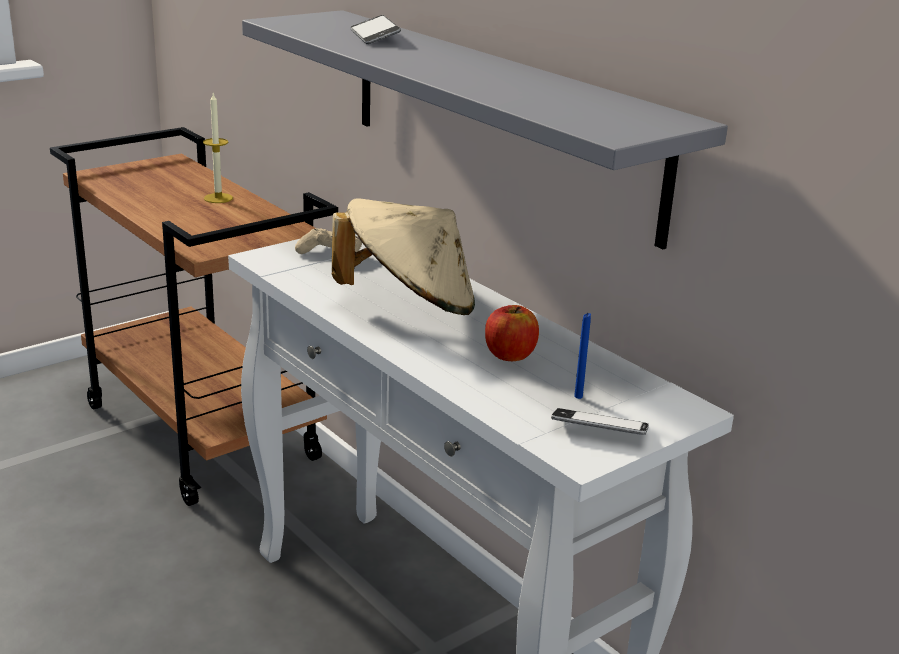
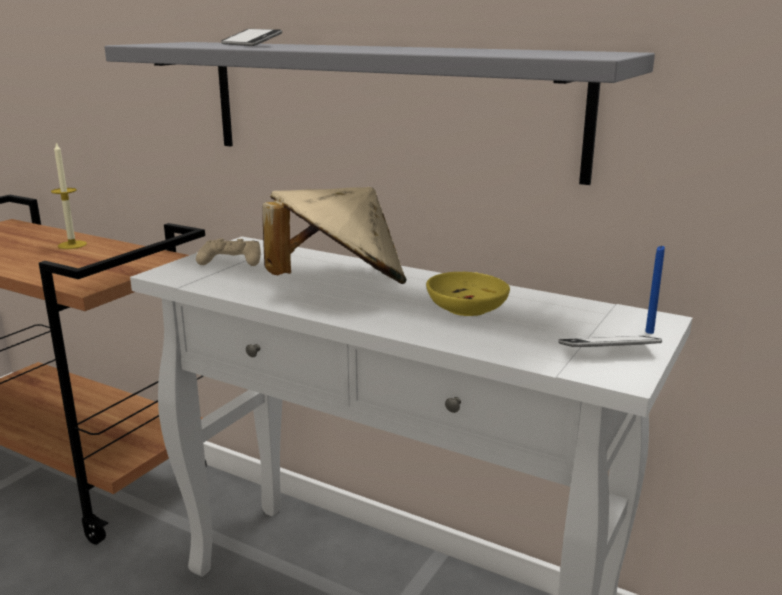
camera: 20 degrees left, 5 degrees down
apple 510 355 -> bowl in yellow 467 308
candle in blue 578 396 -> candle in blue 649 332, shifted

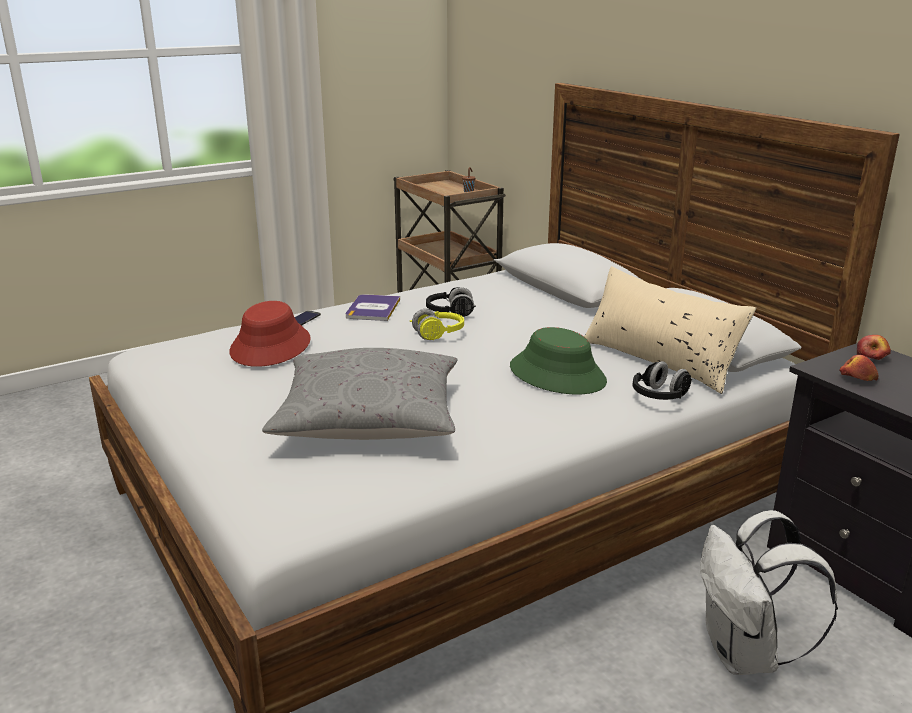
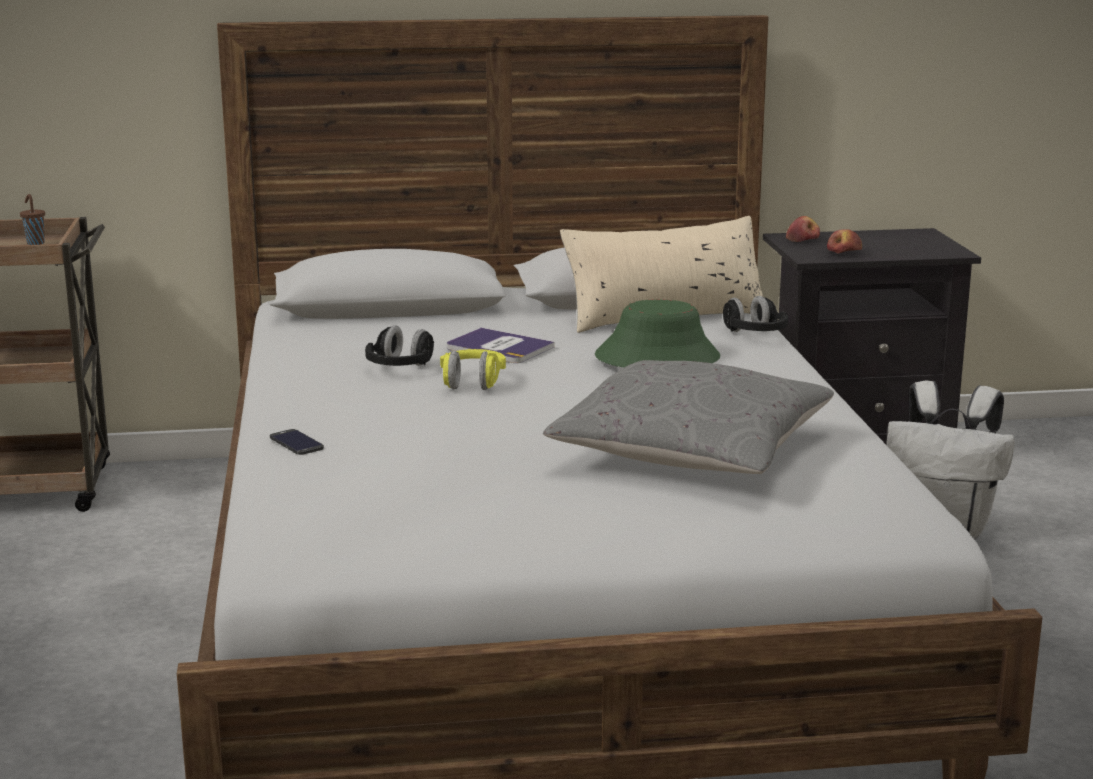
camera: 65 degrees left, 5 degrees down
hat in red 271 346 -> none
book 373 309 -> book 499 348, shifted

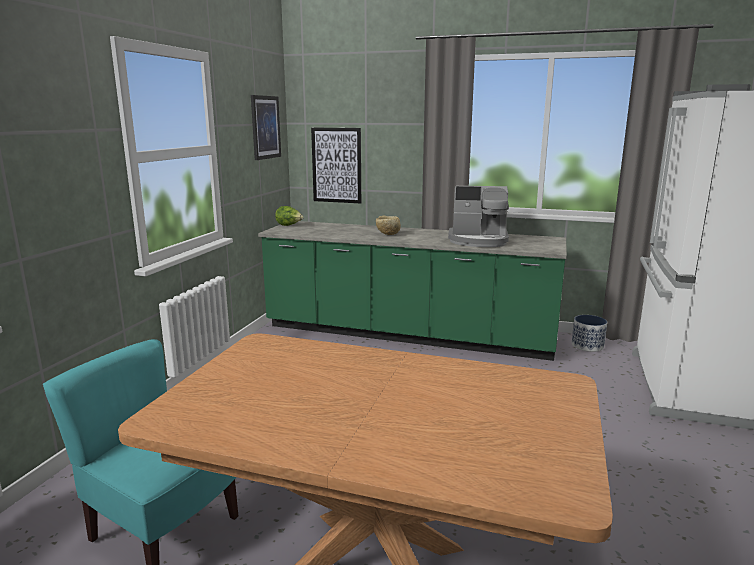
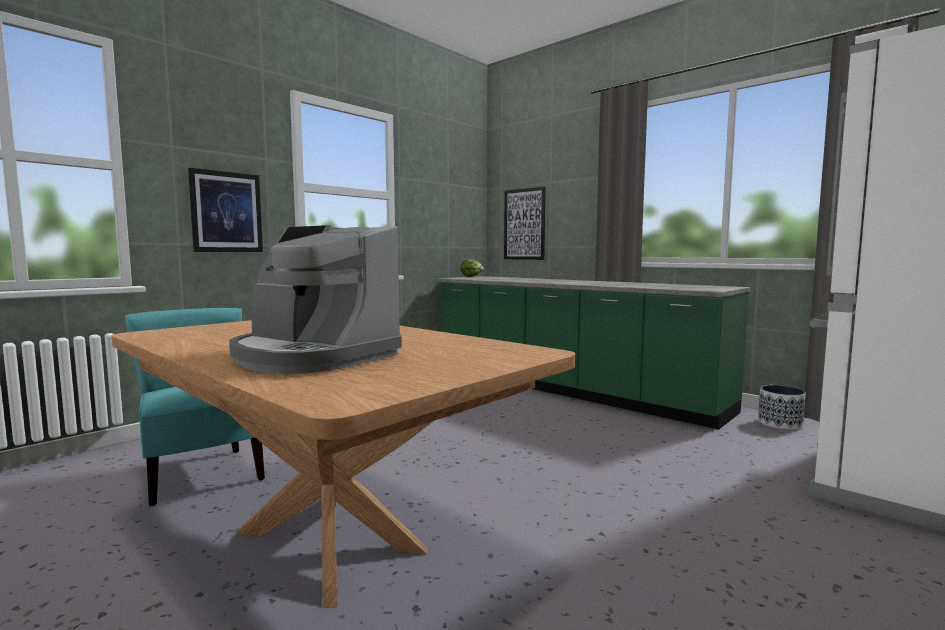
camera: 25 degrees right, 10 degrees down
picture 265 127 -> picture 226 212, shifted
bowl in beige 388 234 -> none
coffee machine 478 241 -> coffee machine 312 357, shifted

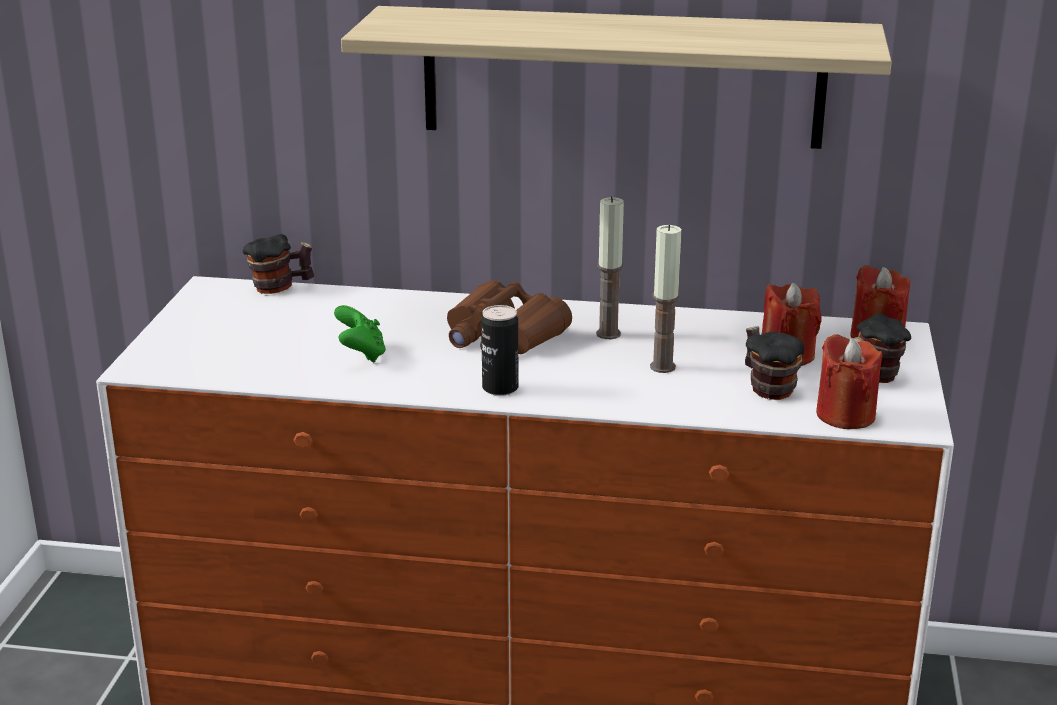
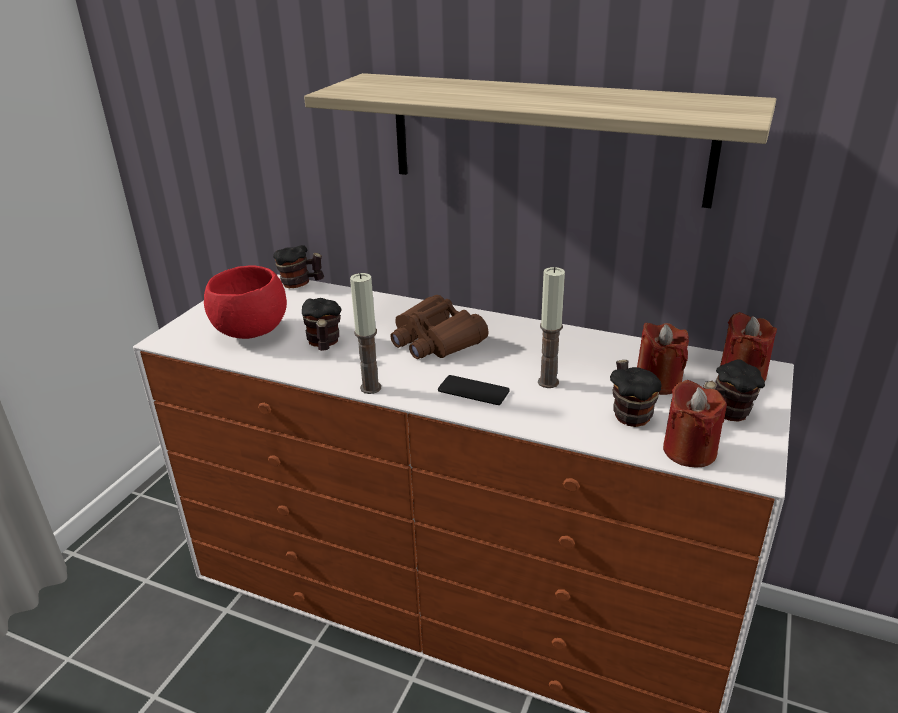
camera: 15 degrees right, 5 degrees up
game controller in green 361 354 -> mug 324 345
can 500 388 -> none
candle 608 334 -> candle 370 388, shifted
none -> bowl in red 250 332
none -> phone 473 391

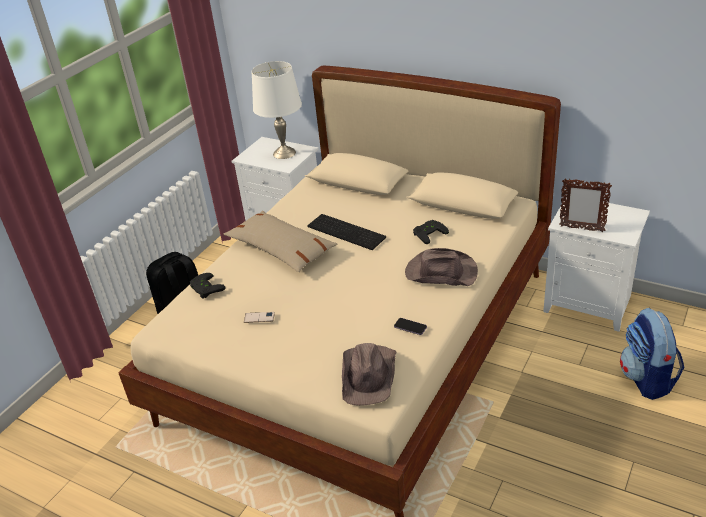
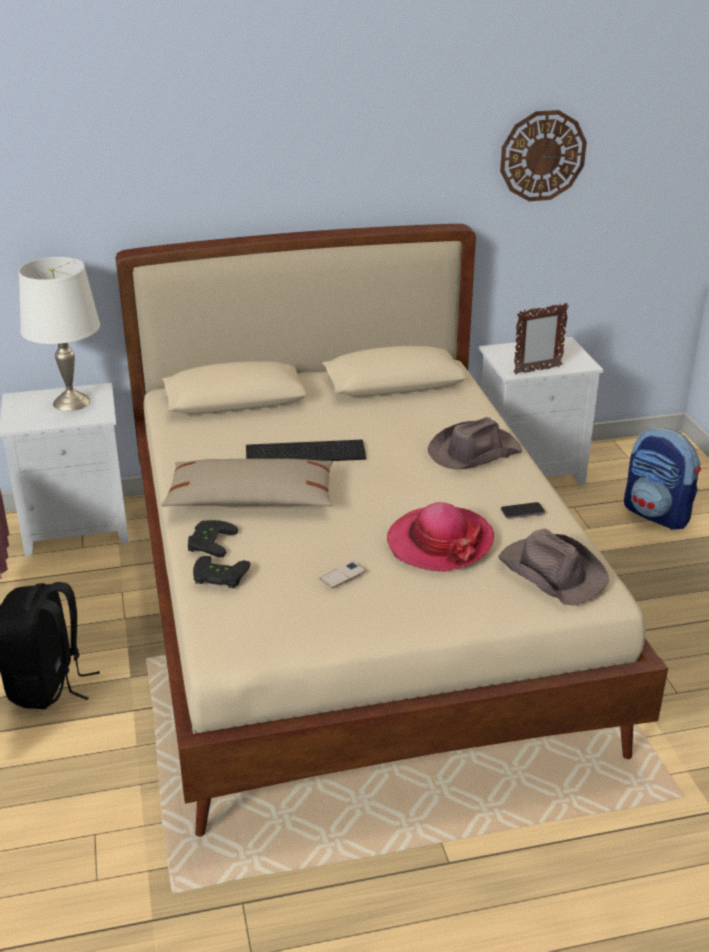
camera: 45 degrees left, 5 degrees down
game controller in black 428 233 -> game controller in black 208 541, shifted
none -> hat 439 542
none -> wall clock 542 155

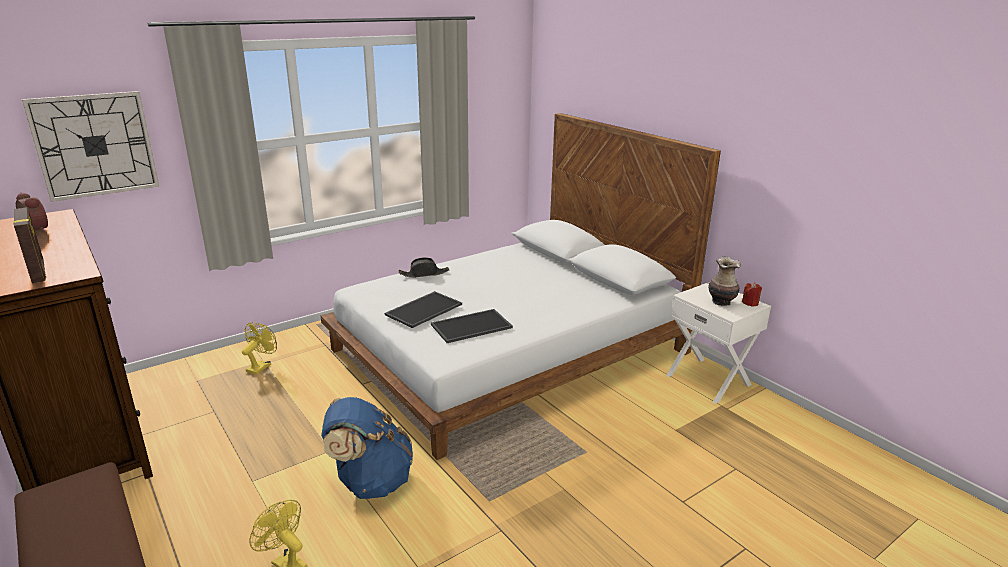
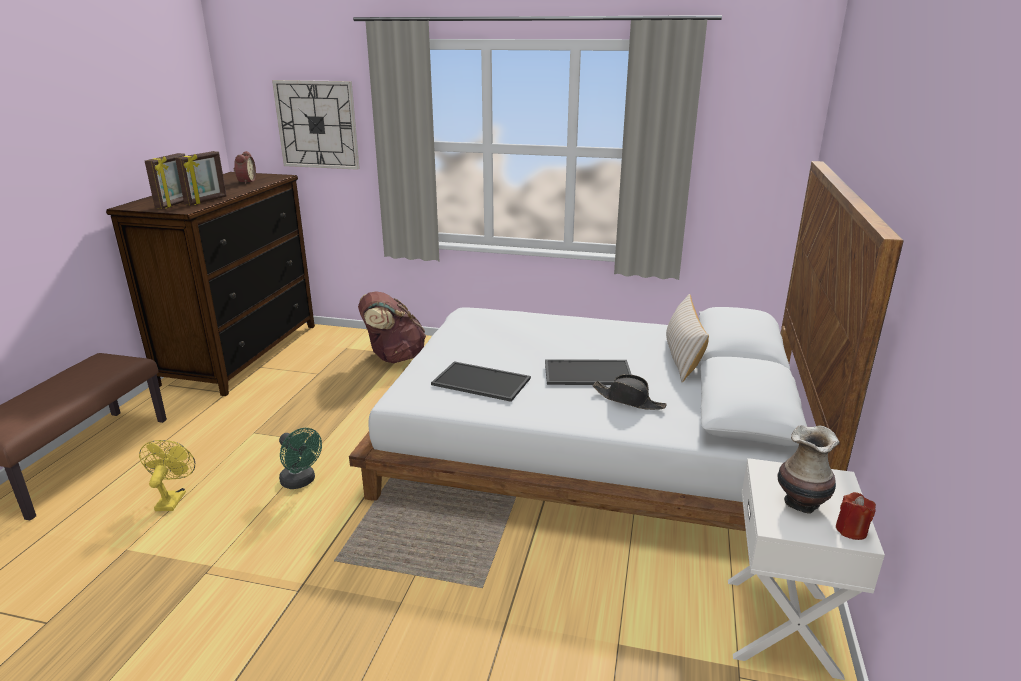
camera: 50 degrees right, 0 degrees up
fan in yellow 261 366 -> backpack in brown 393 357
backpack in blue 370 481 -> fan in green 301 482
tray 423 309 -> tray 588 372, shifted
hat in black 424 274 -> hat in black 628 400, shifted
none -> picture frame 206 201
none -> pillow in beige 682 357

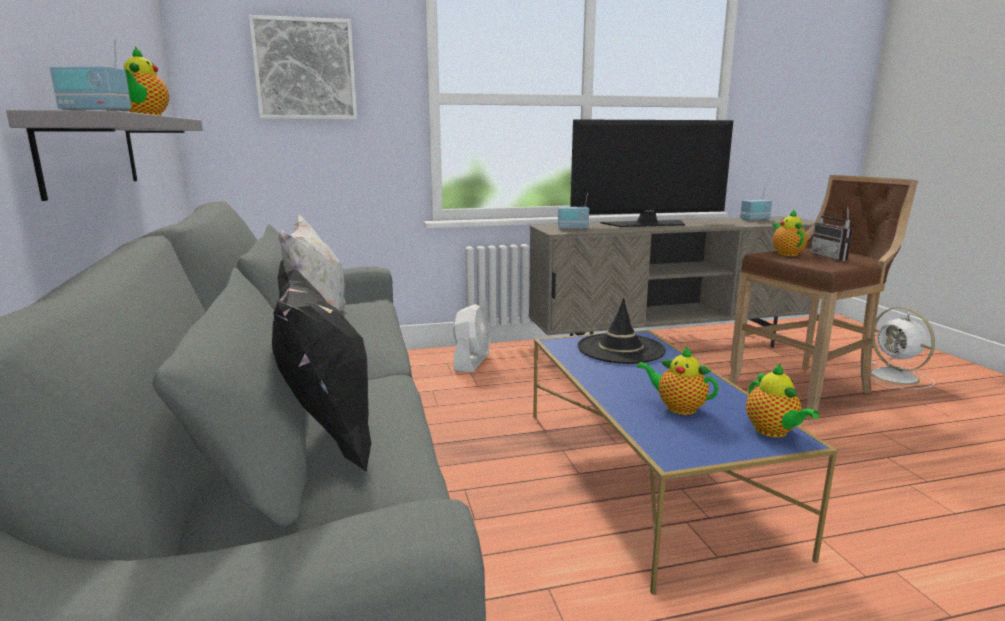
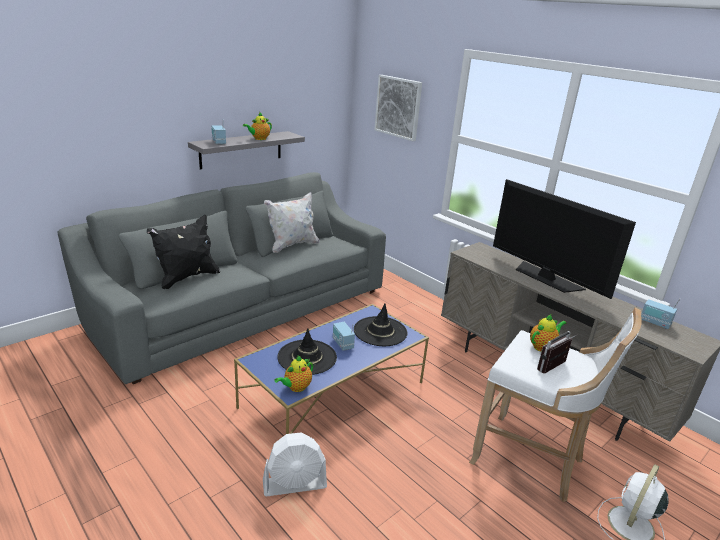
camera: 60 degrees right, 10 degrees up
fan in white 472 361 -> fan in white 295 484, shifted
radio 572 229 -> radio 342 344, shifted
teapot 677 408 -> hat in black 307 357
stool in brown 805 389 -> stool in white 531 460

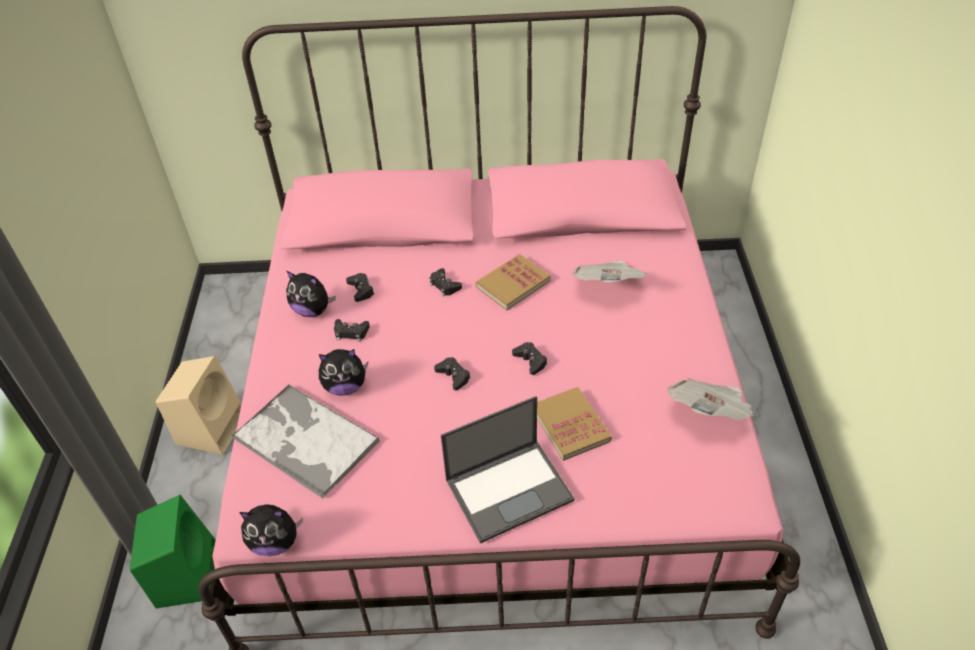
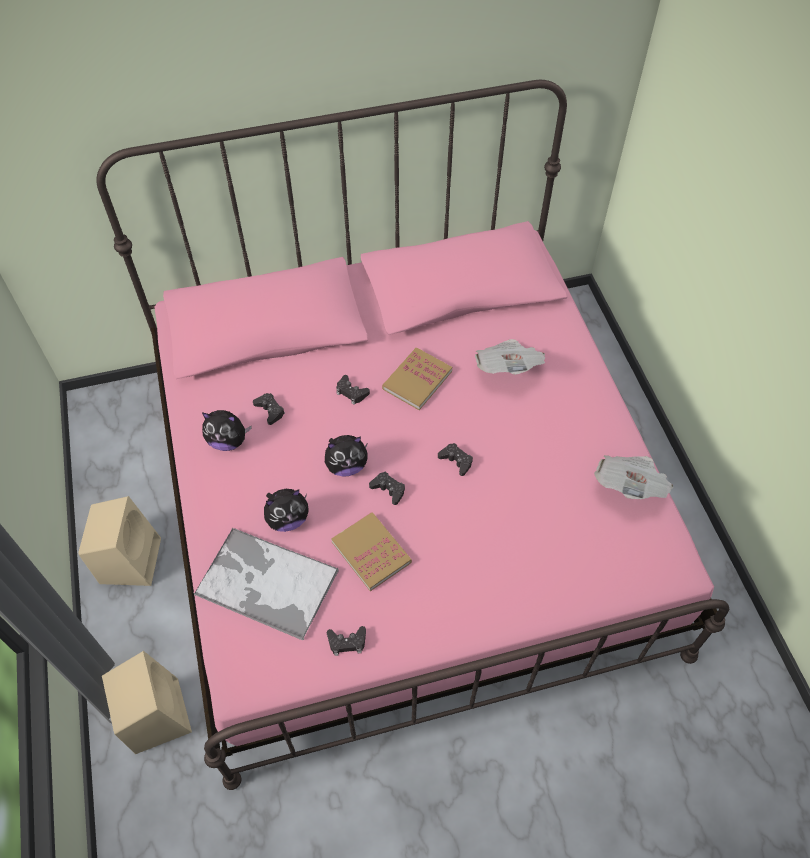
camera: 15 degrees left, 10 degrees up
speaker in green 188 574 -> speaker in beige 156 713
plush toy 275 542 -> plush toy 346 466, shifted
game controller in black 351 333 -> game controller in black 347 642, shifted
laptop 510 489 -> none
book 570 425 -> book 371 552, shifted

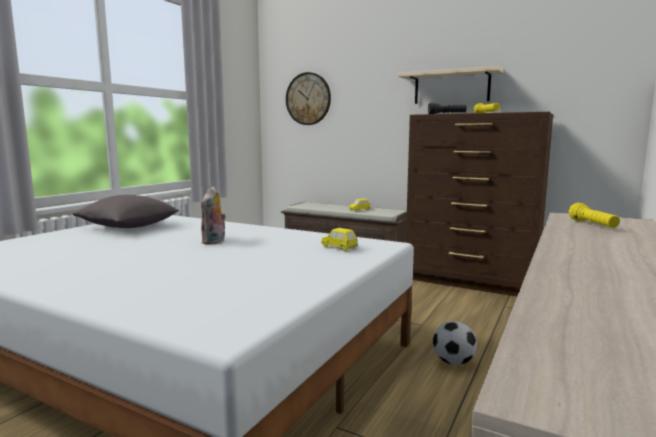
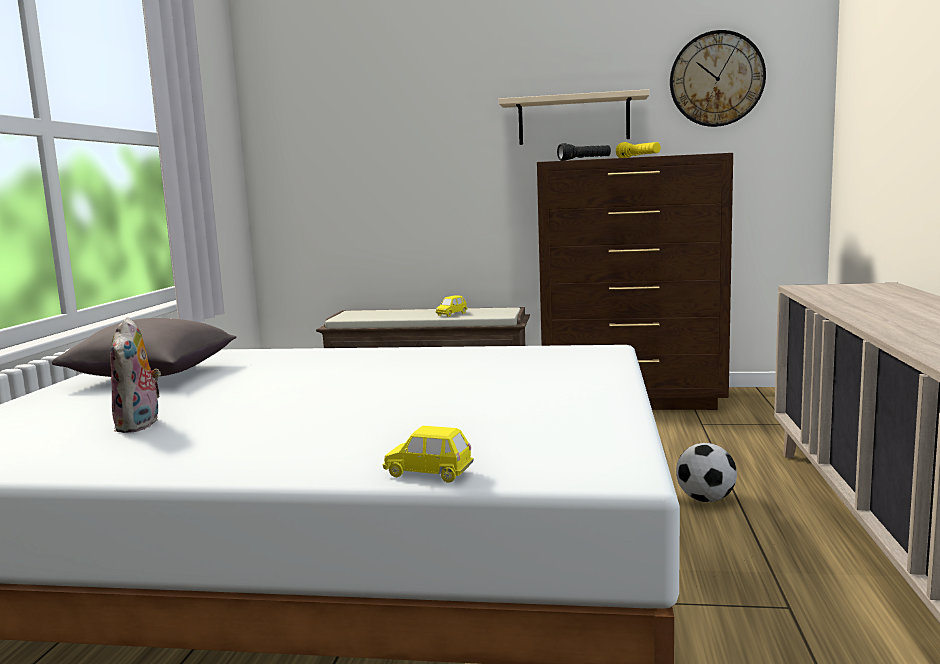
camera: 20 degrees left, 0 degrees up
plush toy 214 242 -> plush toy 140 425, shifted
wall clock 308 99 -> wall clock 716 79, shifted
toy car in yellow 339 247 -> toy car in yellow 428 473, shifted
flashlight in yellow 593 225 -> none

